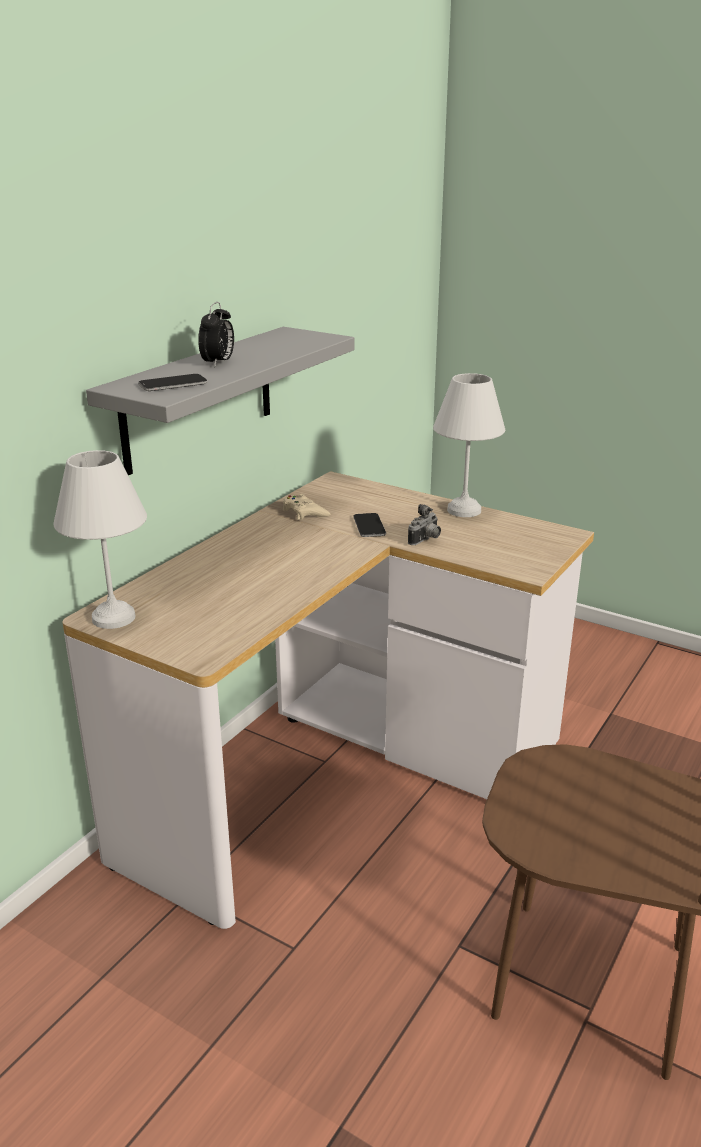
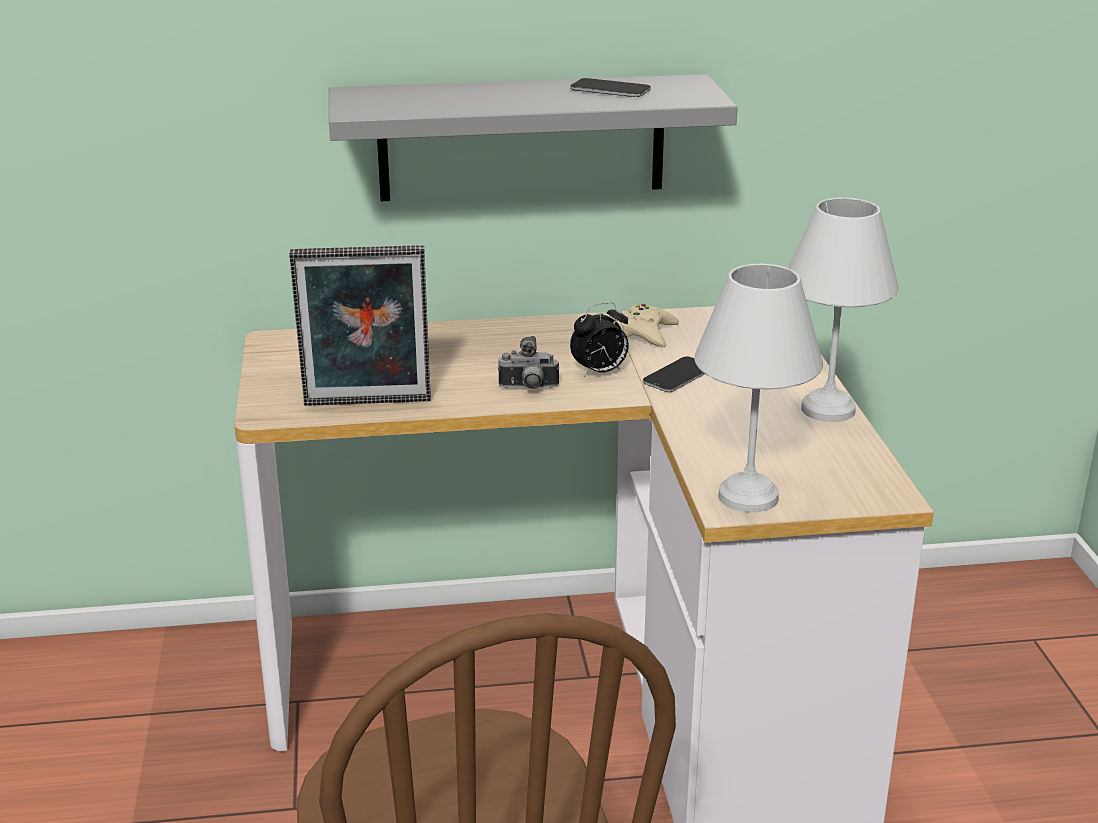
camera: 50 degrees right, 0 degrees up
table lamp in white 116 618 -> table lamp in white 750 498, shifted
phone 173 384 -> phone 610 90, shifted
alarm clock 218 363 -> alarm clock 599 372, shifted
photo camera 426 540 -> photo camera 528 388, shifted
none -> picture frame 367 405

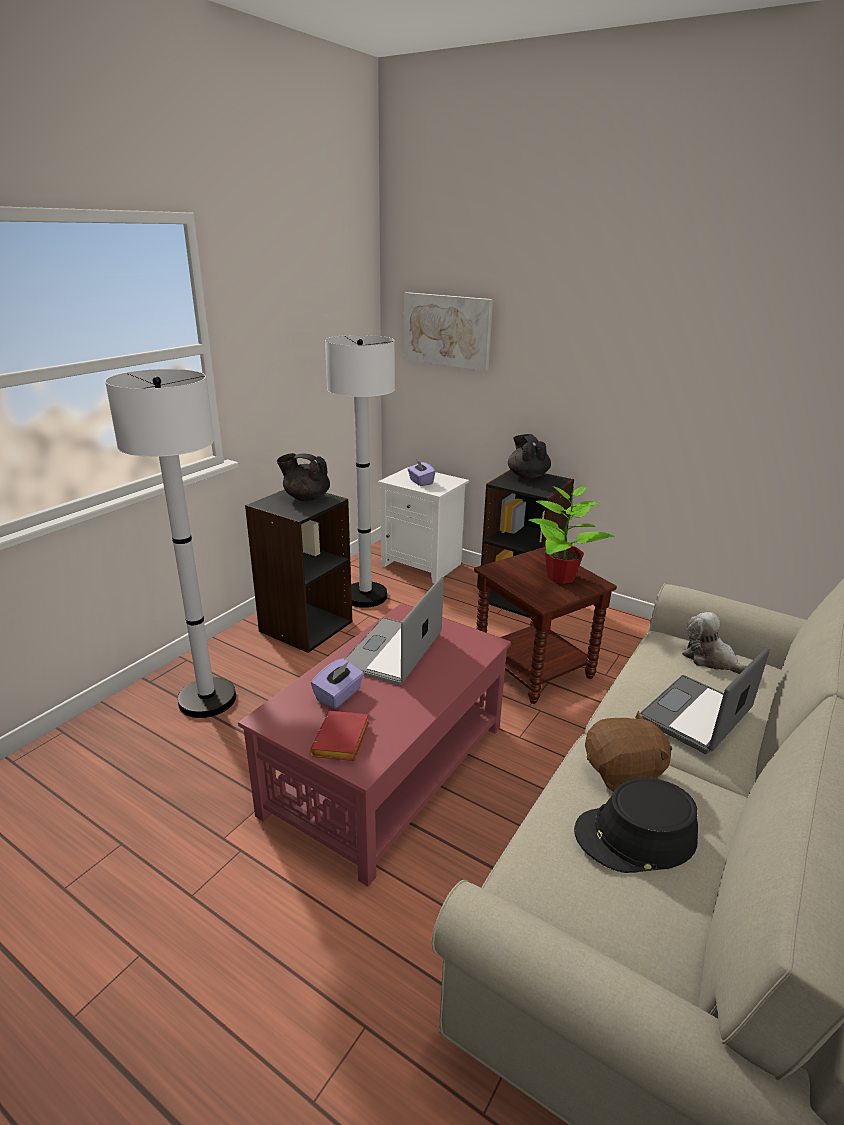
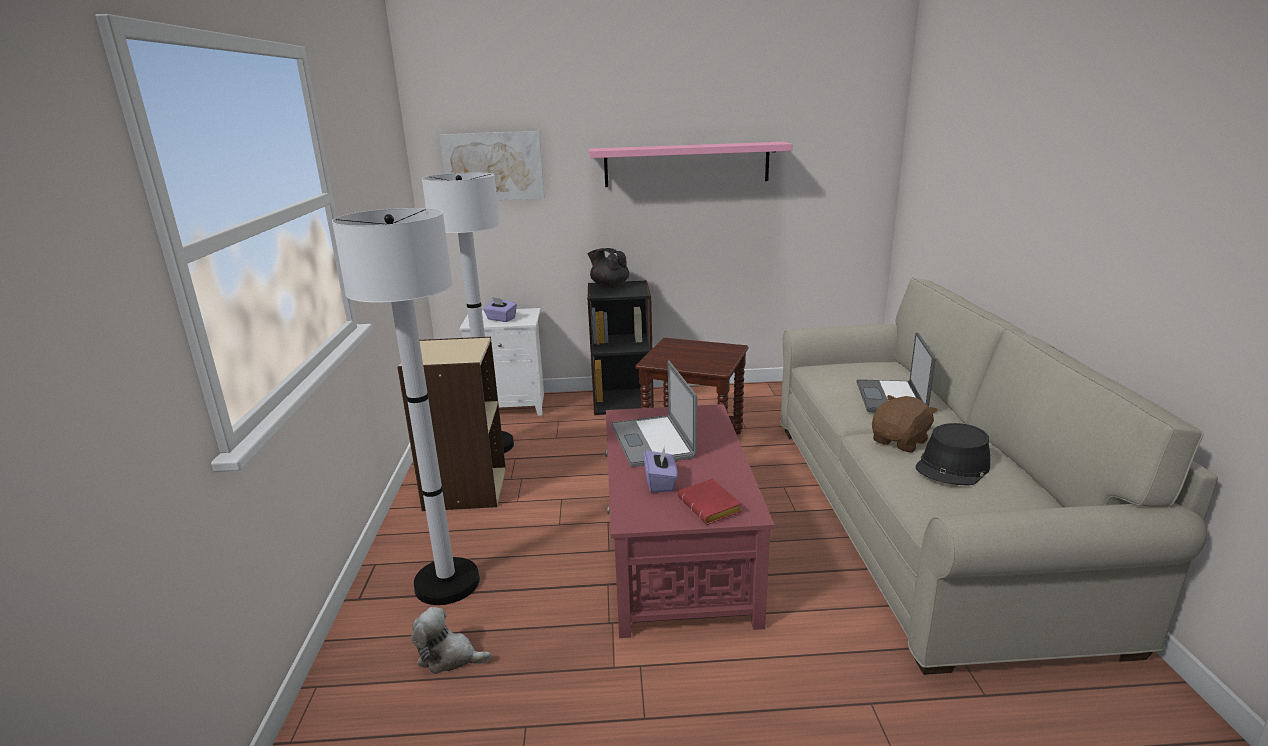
camera: 35 degrees left, 5 degrees down
bookcase in black 305 626 -> bookcase in beige 464 489
teapot in black 306 498 -> none
potted plant 560 577 -> none
plush toy 710 659 -> plush toy 449 657, shifted
none -> shelf in pink 686 164

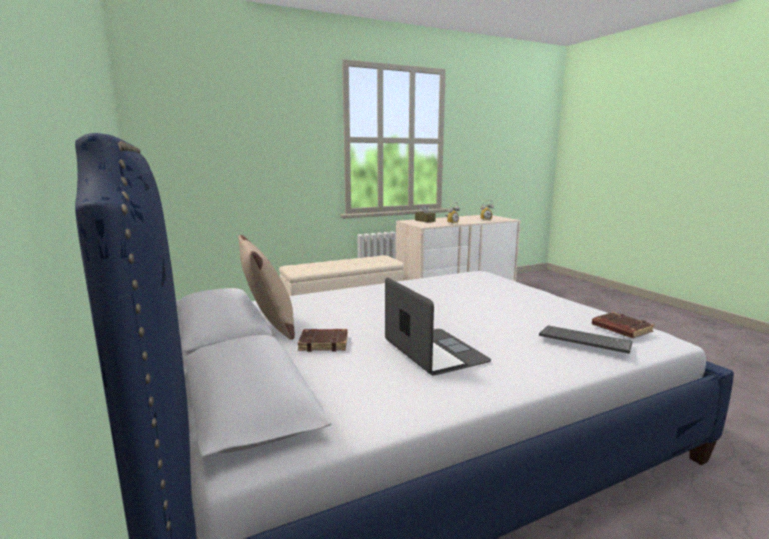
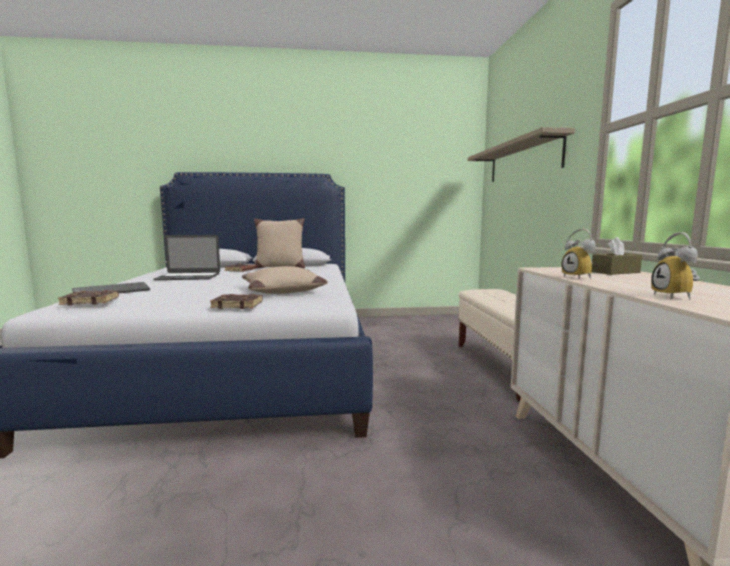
camera: 110 degrees right, 5 degrees down
none -> book in brown 238 305
none -> pillow in beige 282 290
none -> shelf 523 161

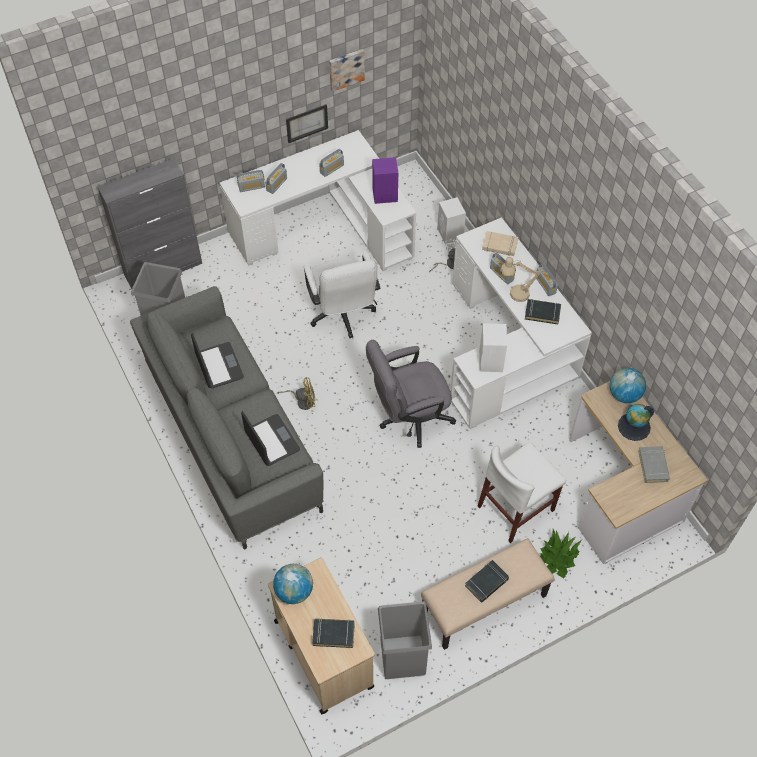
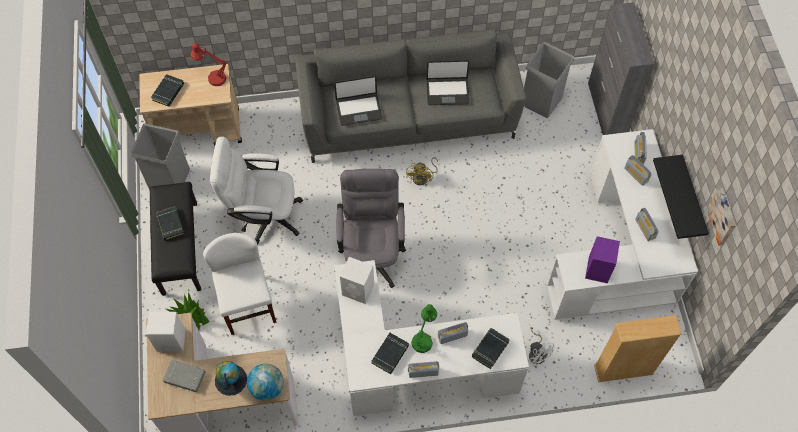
camera: 110 degrees right, 5 degrees up
globe 294 591 -> table lamp in red 213 78
picture 307 123 -> shelf in black 692 199
office chair in white 342 316 -> office chair in white 263 215, shifted
bench in beige 484 604 -> bench in black 179 248
speaker in white 450 234 -> speaker in white 170 340, shifted
book in beige 499 245 -> book in black 490 349
table lamp in beige 515 293 -> table lamp in green 423 338
none -> bookcase in beige 623 370

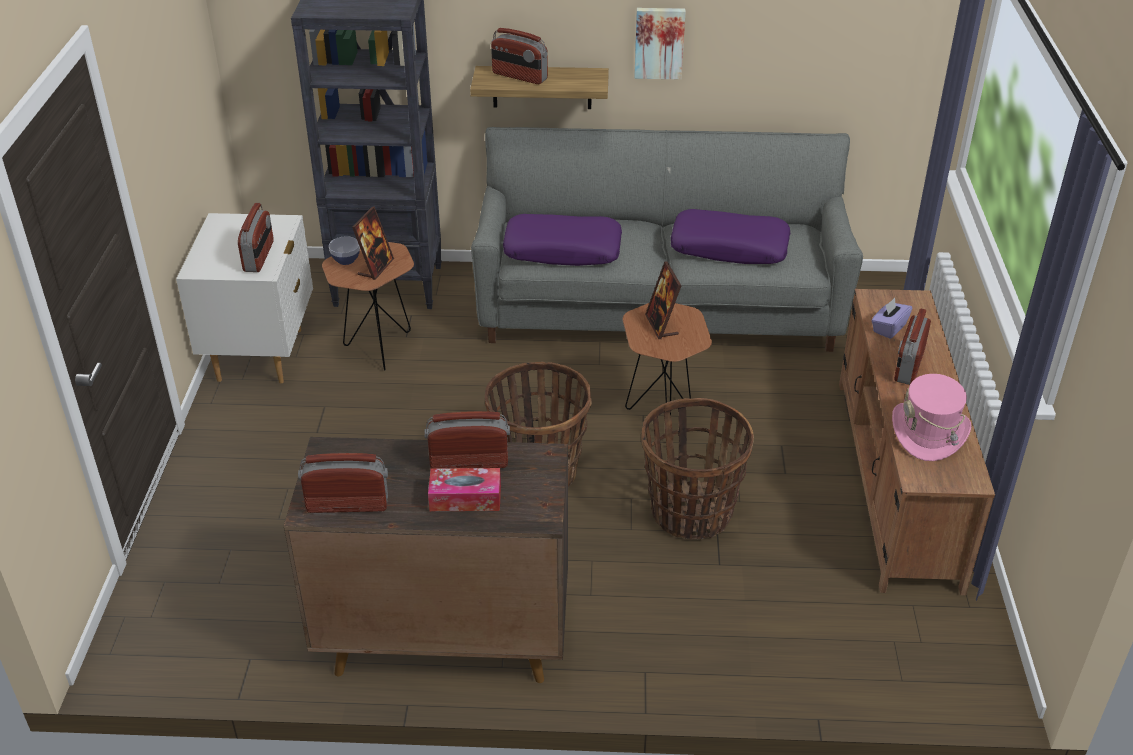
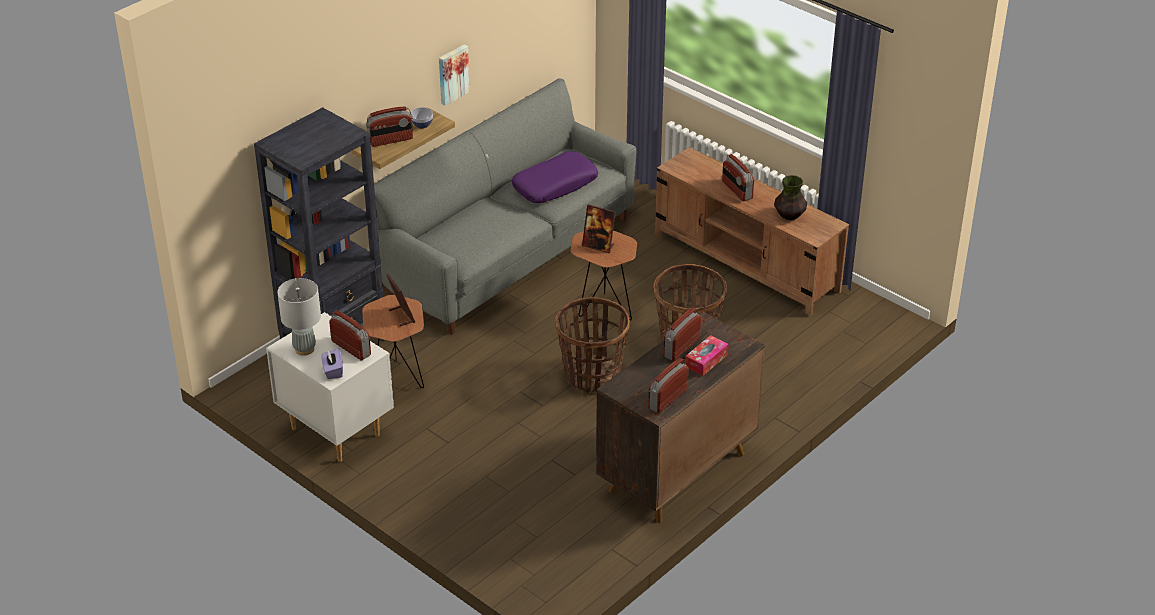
camera: 50 degrees left, 0 degrees up
bowl 346 260 -> bowl 422 125, shifted
pillow in purple 563 250 -> none
tissue box in purple 888 328 -> tissue box in purple 333 371, shifted
hat in pink 928 433 -> vase 789 215
none -> table lamp in grey 304 349

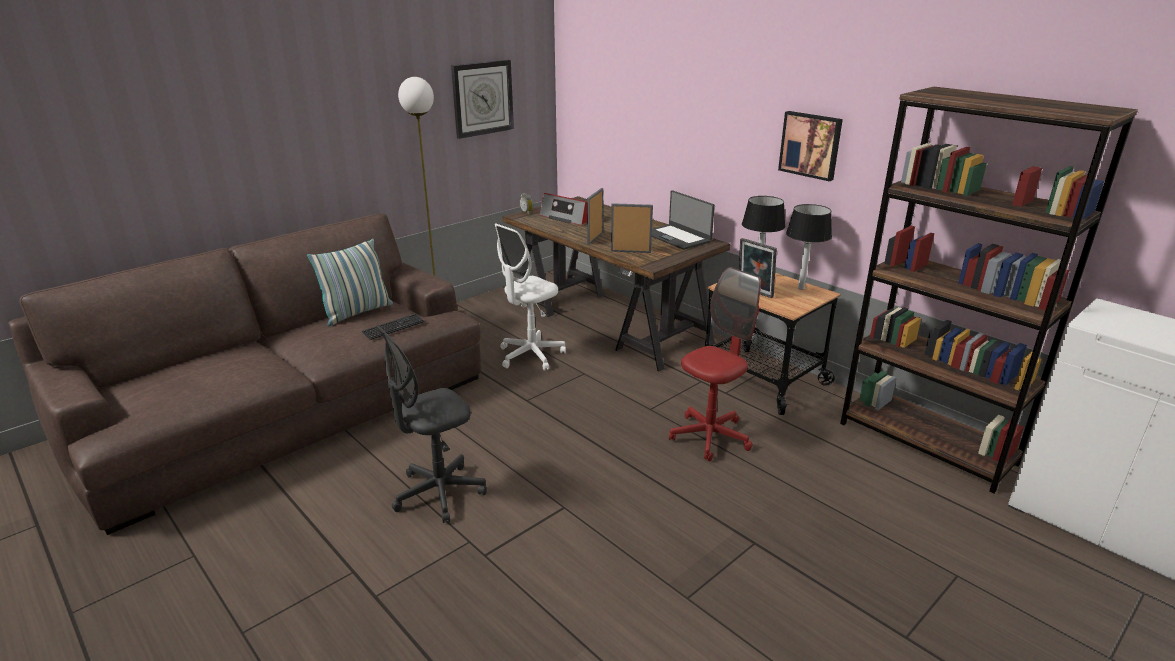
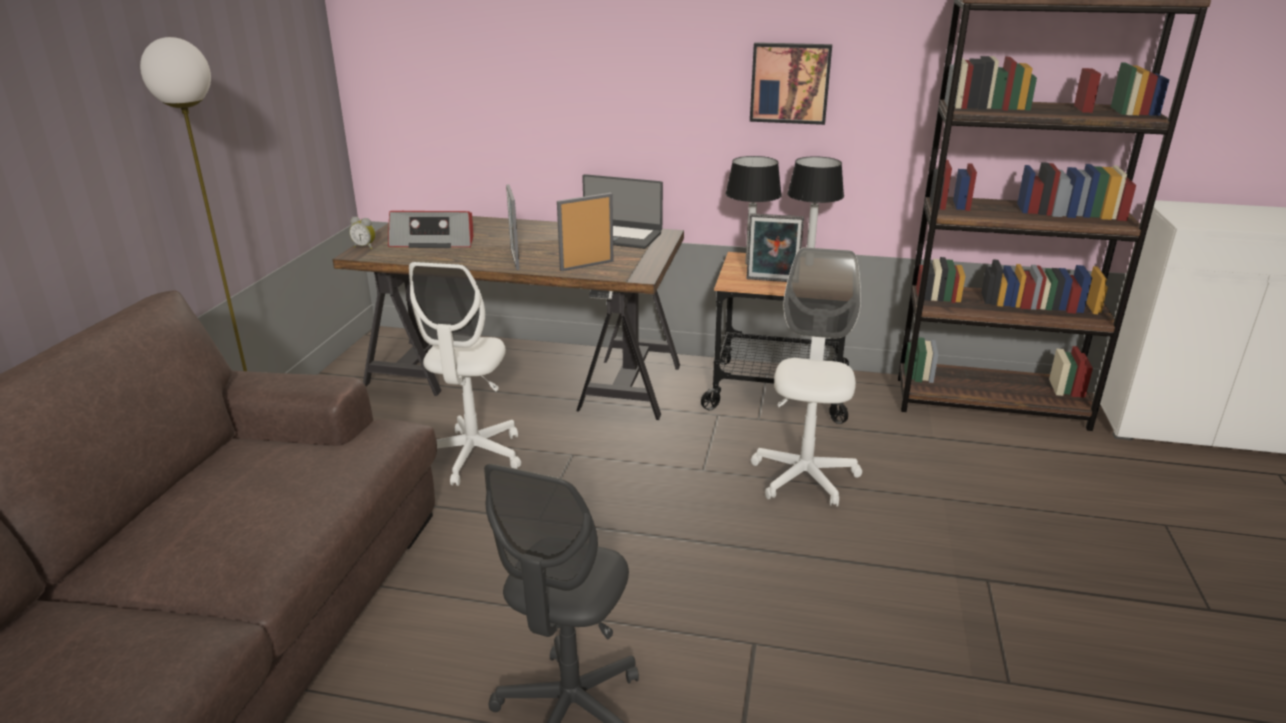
camera: 35 degrees left, 0 degrees up
pillow 357 313 -> none
keyboard 393 328 -> none
wall clock 482 98 -> none
office chair in red 710 437 -> office chair in white 804 477

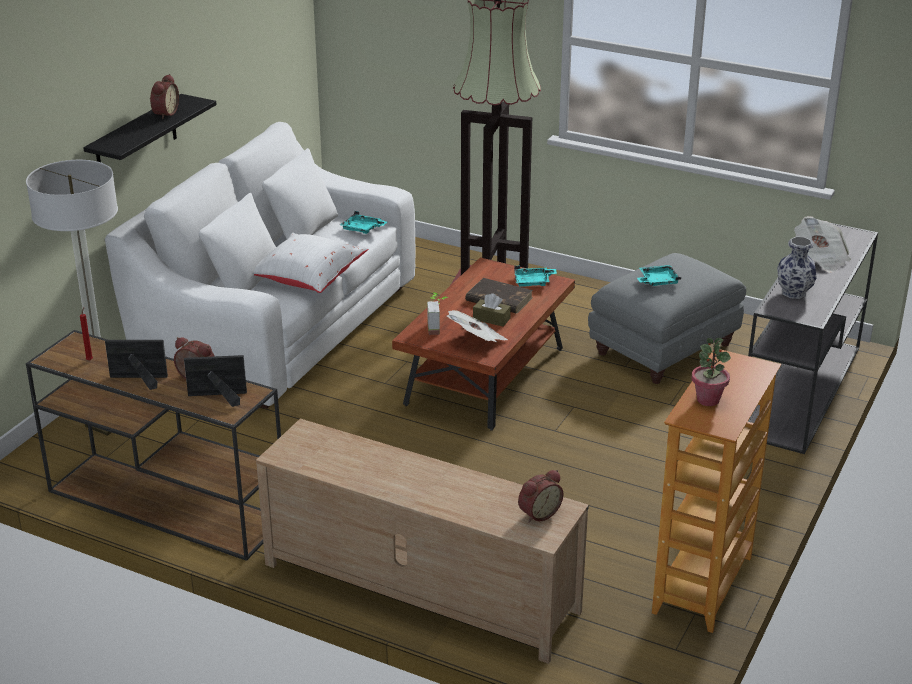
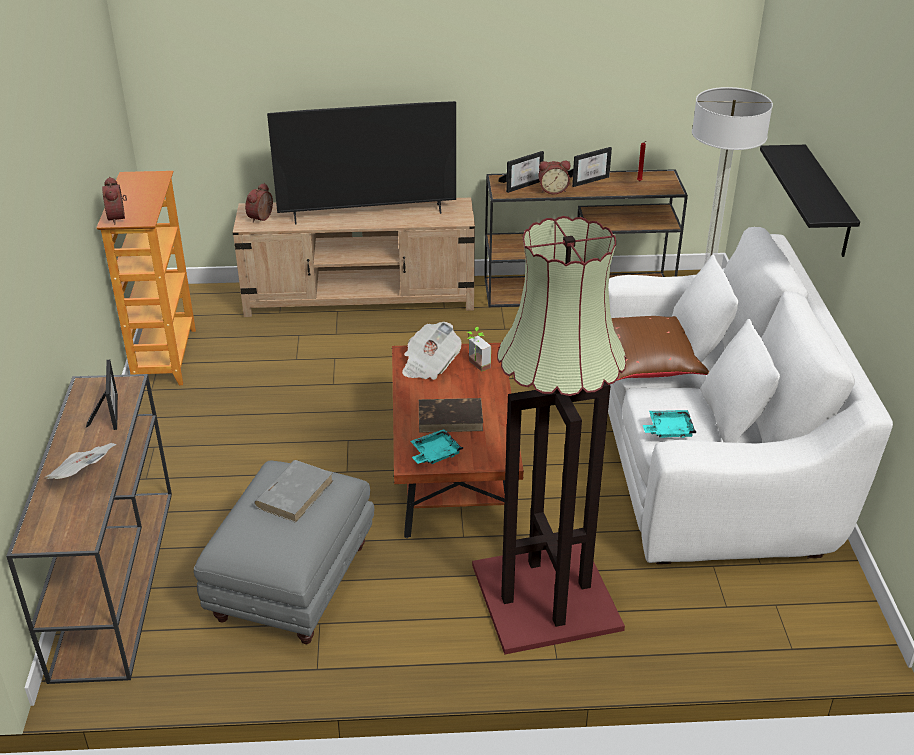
camera: 150 degrees right, 5 degrees up
alarm clock 164 113 -> alarm clock 119 217, shifted
pillow in white 307 278 -> pillow in brown 646 364
tissue box in brown 491 319 -> none
tray in turquoise 657 281 -> book in grey 295 493
potted plant 708 400 -> none
console table in grey 801 391 -> console table in brown 114 578
vase 794 293 -> picture frame 109 412
none -> television 367 214

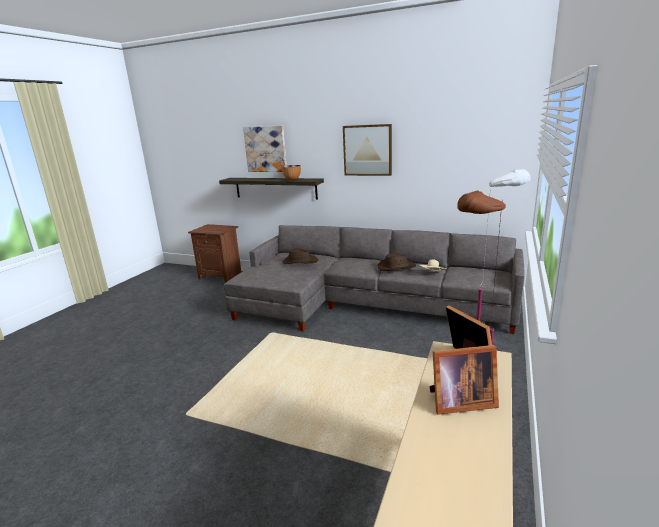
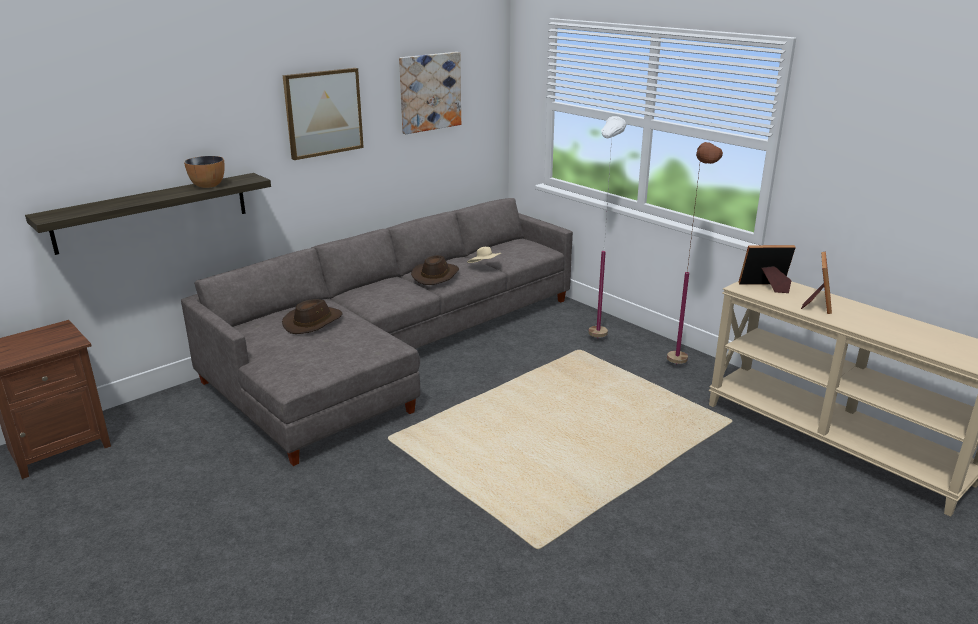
camera: 65 degrees left, 5 degrees up
picture 265 149 -> picture 429 92, shifted

